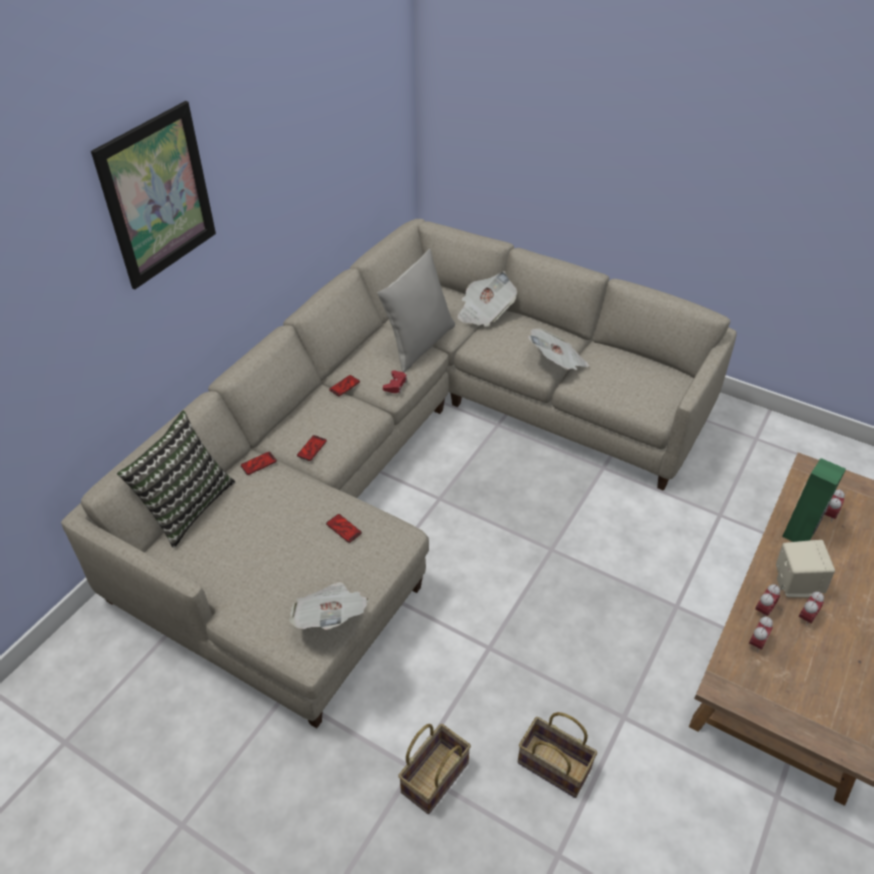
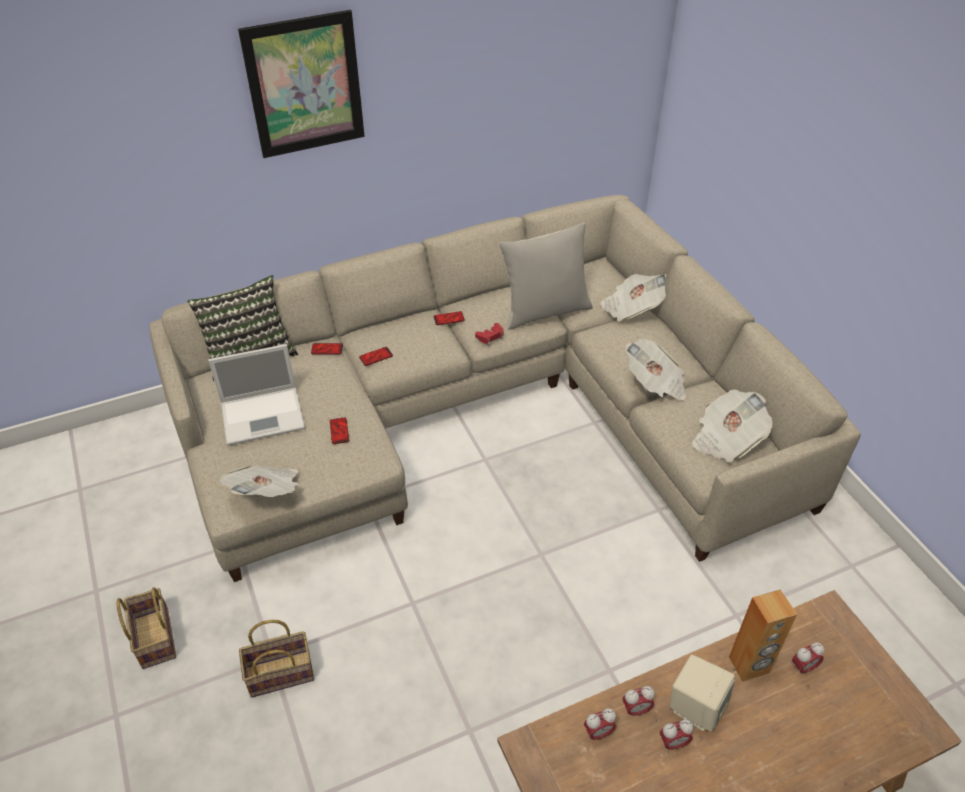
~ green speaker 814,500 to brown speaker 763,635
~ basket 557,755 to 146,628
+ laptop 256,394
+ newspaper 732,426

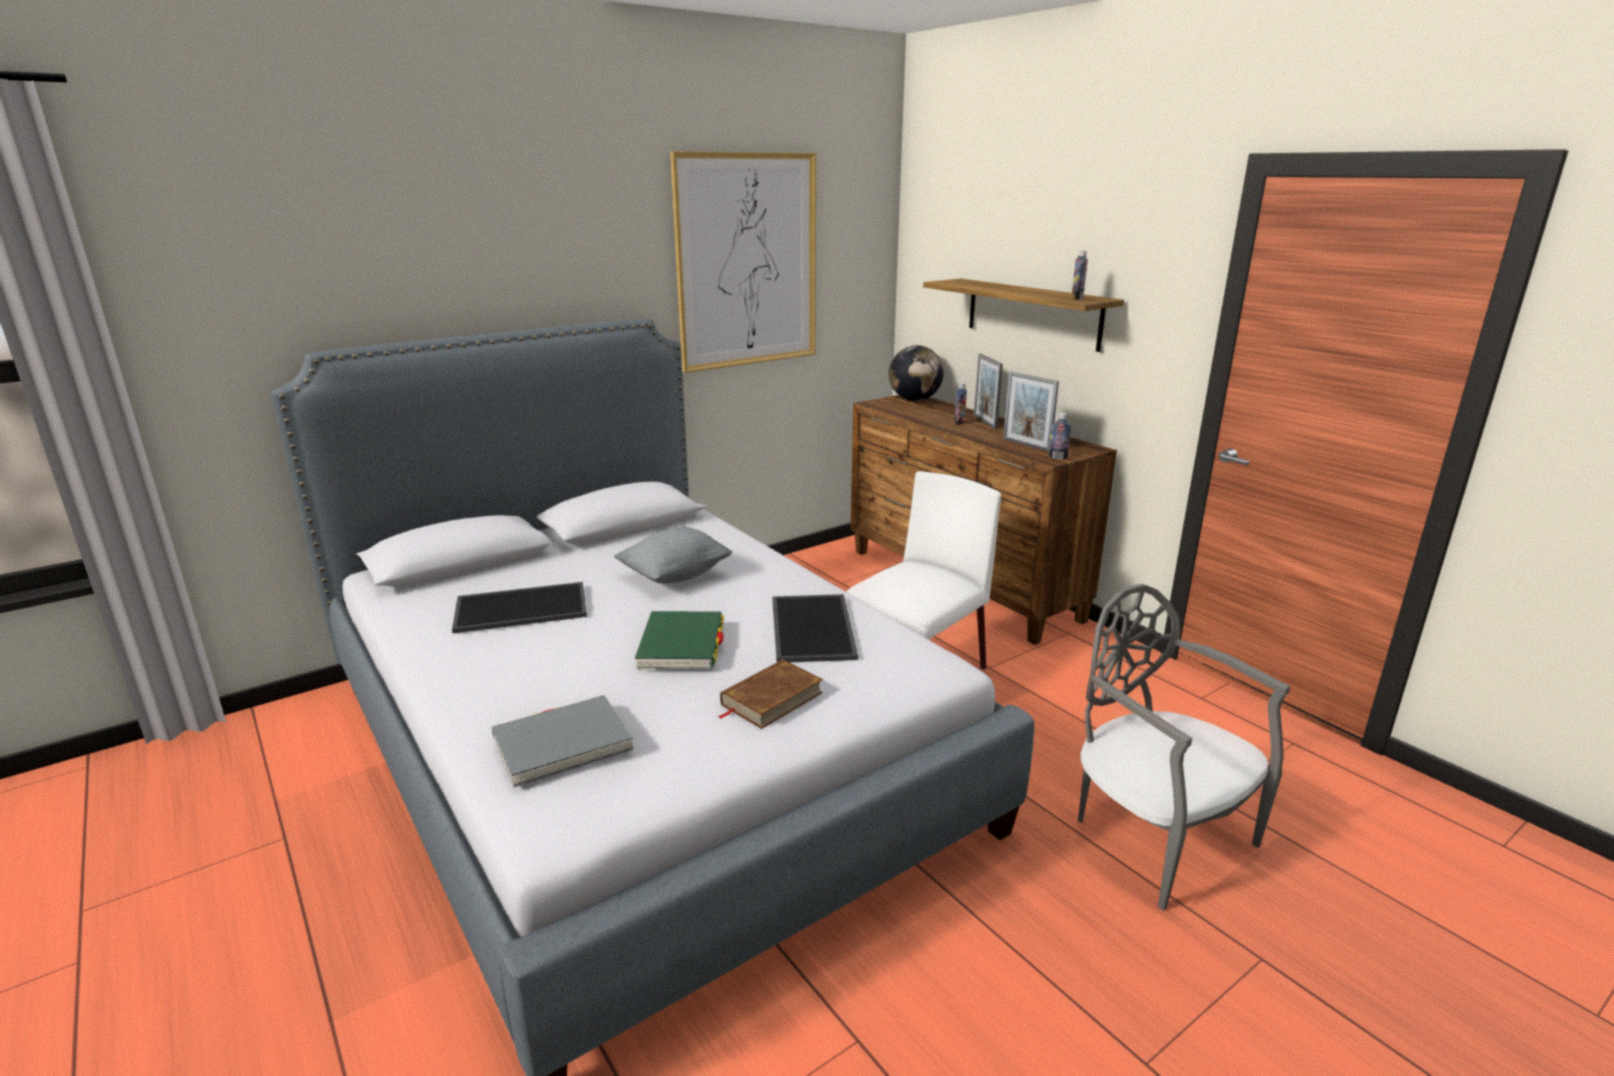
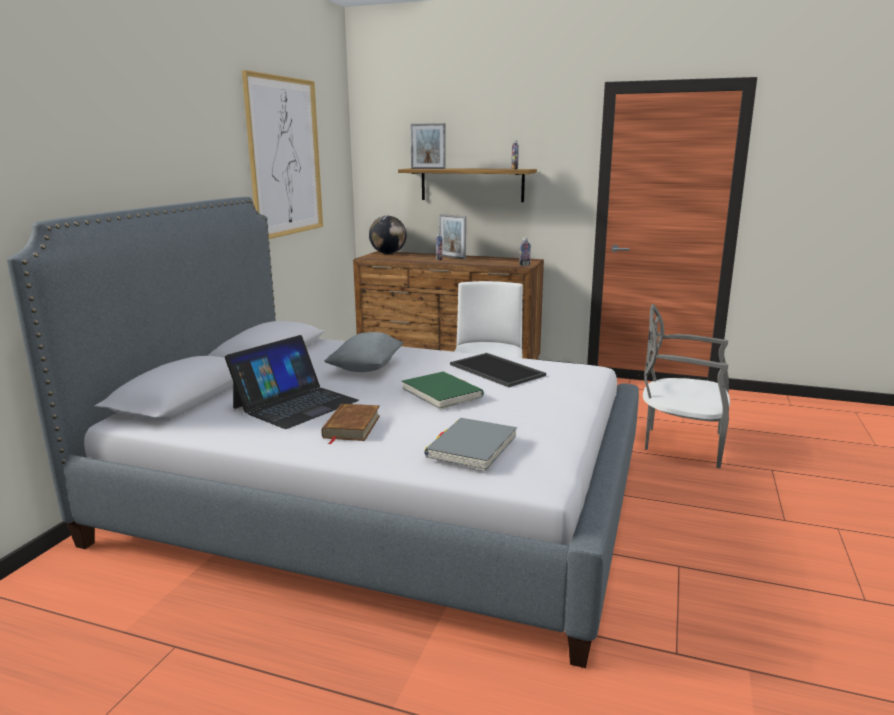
~ picture frame 1031,412 to 428,146
~ tray 519,607 to laptop 292,382
~ brown book 770,694 to 351,424

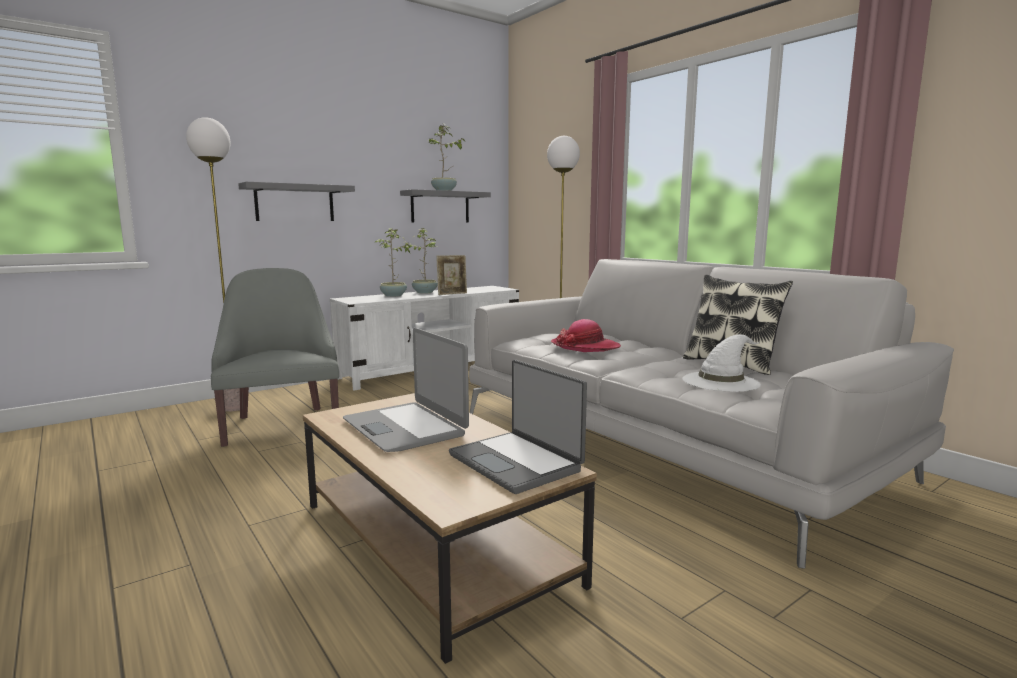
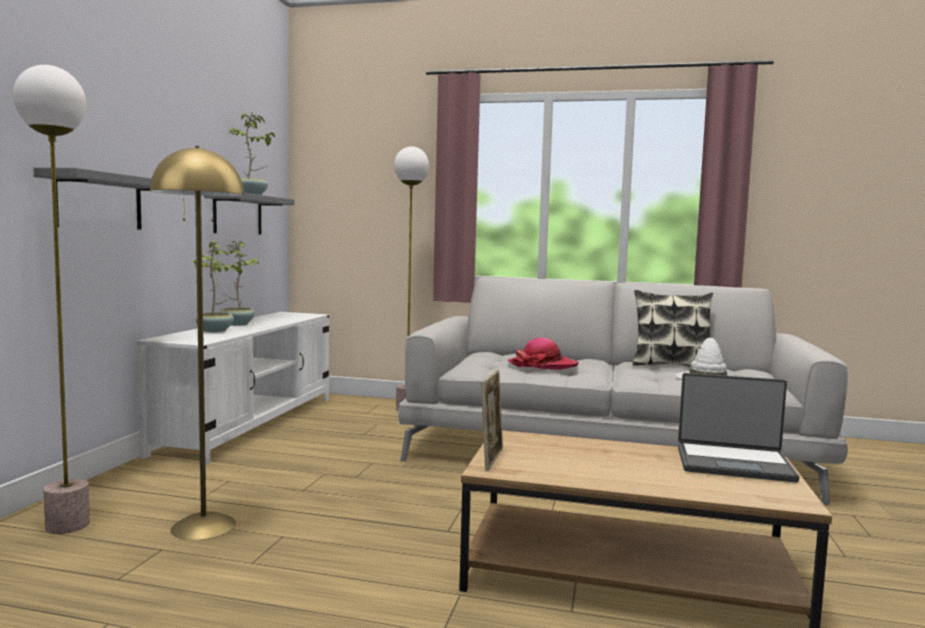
~ picture frame 451,275 to 492,420
~ grey armchair 275,357 to yellow floor lamp 197,343
- laptop 406,390

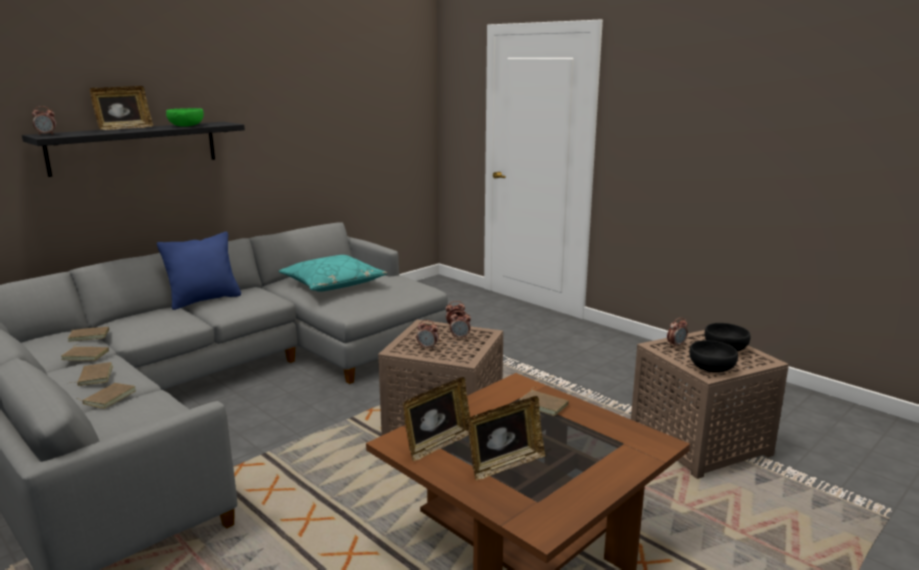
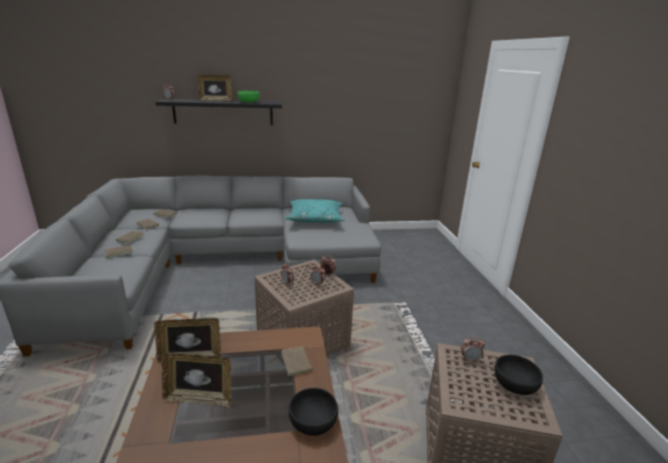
- blue pillow 199,271
~ black bowl 713,356 to 313,412

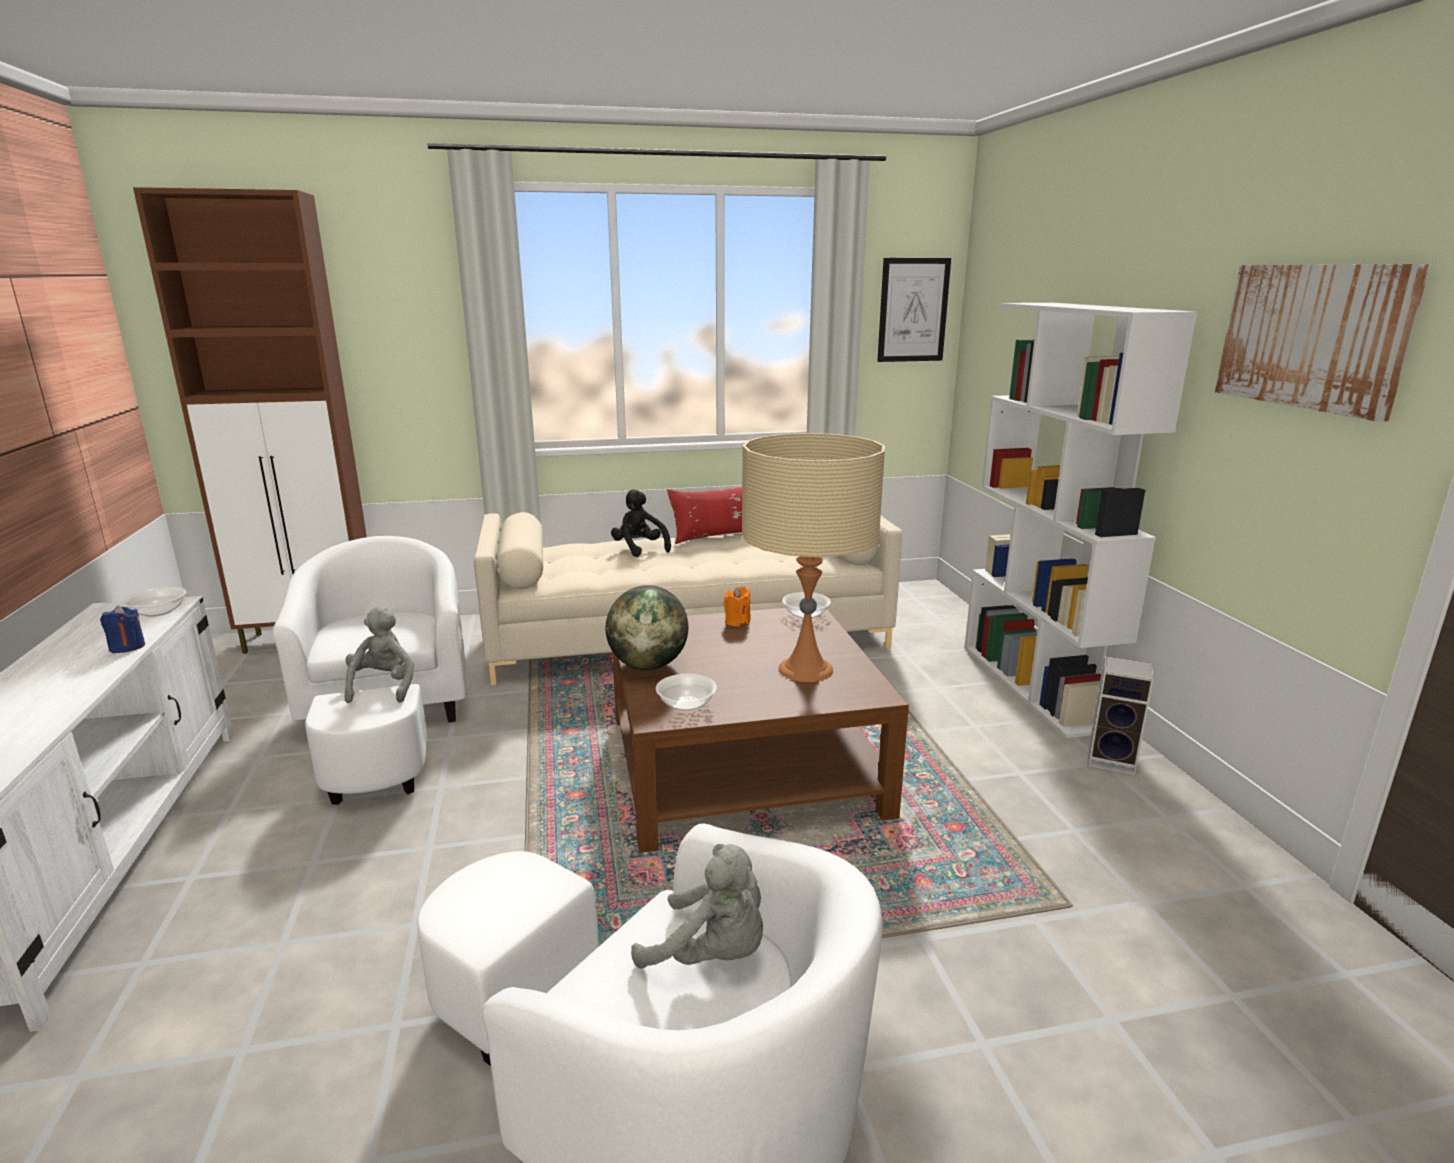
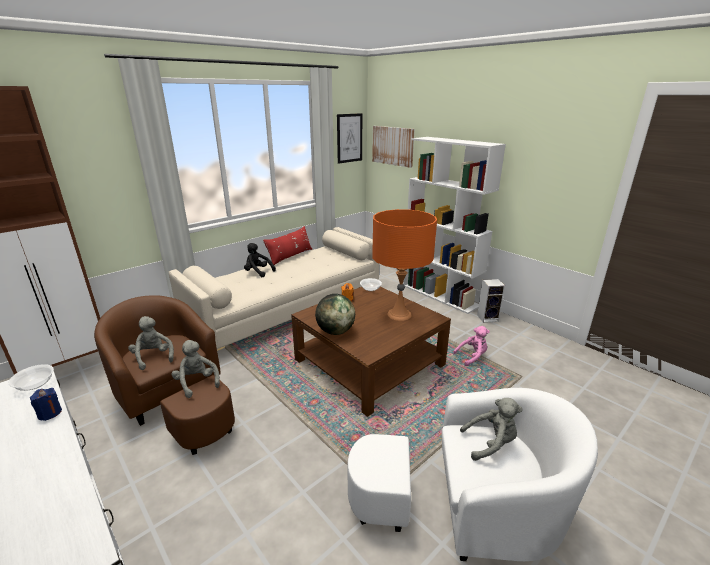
~ picture 1323,343 to 393,147
~ beige table lamp 813,557 to orange table lamp 404,265
~ white armchair 369,670 to brown armchair 164,375
- bowl 686,692
+ grey plush toy 151,343
+ pink plush toy 471,346

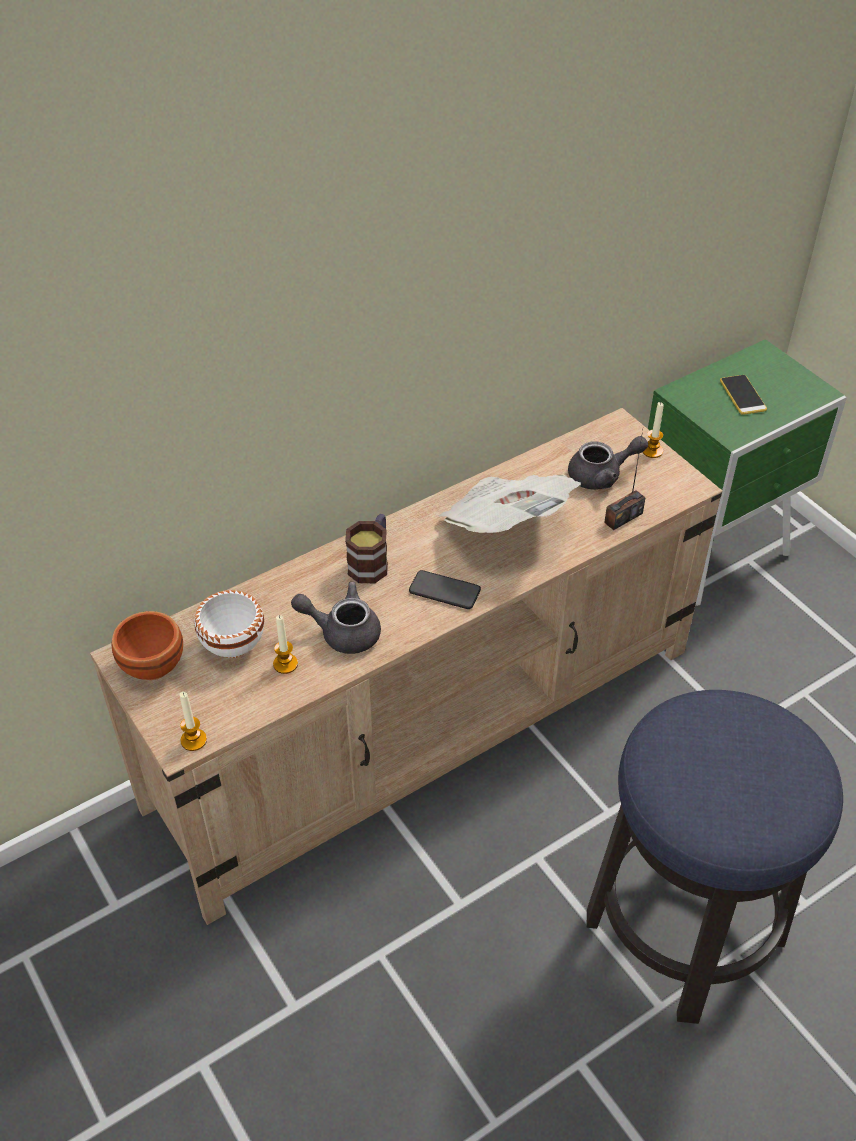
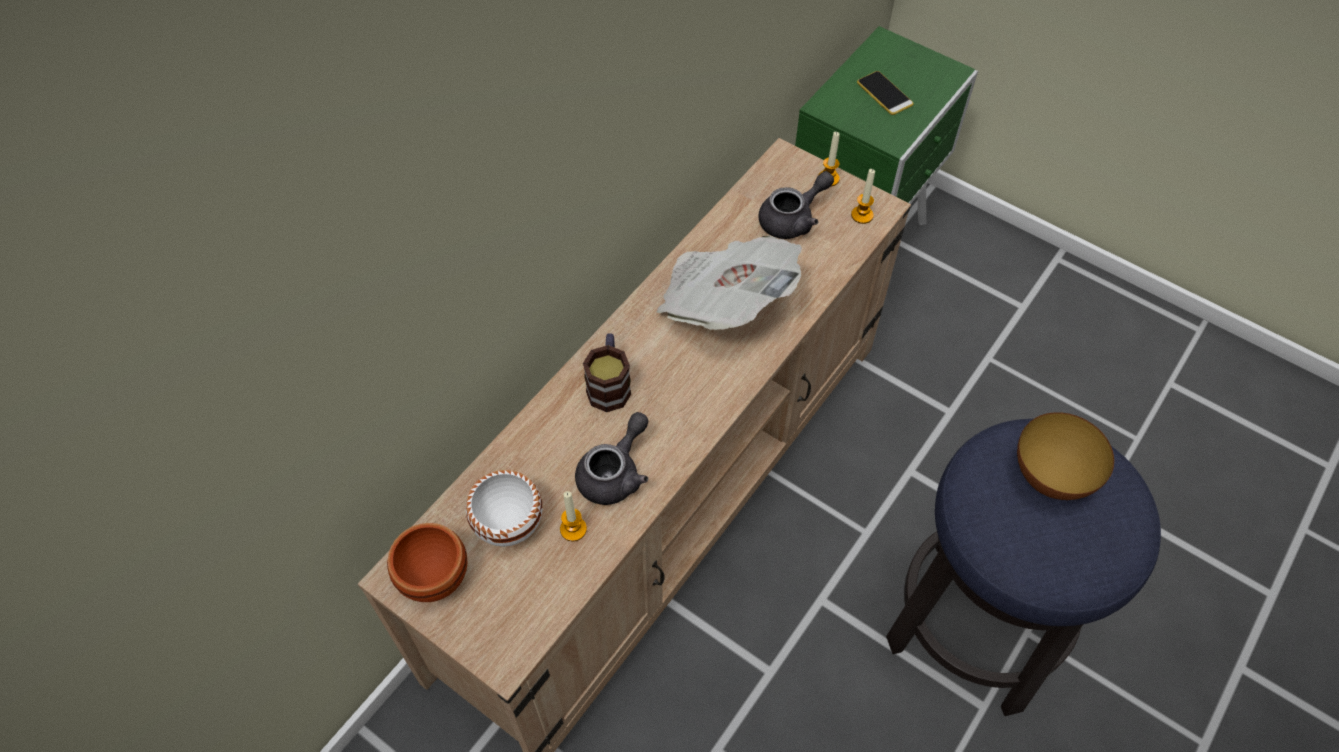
- radio 625,480
- phone 445,589
~ grey teapot 336,618 = 611,458 135 degrees clockwise
~ candle 193,721 to 863,196
+ bowl 1065,456

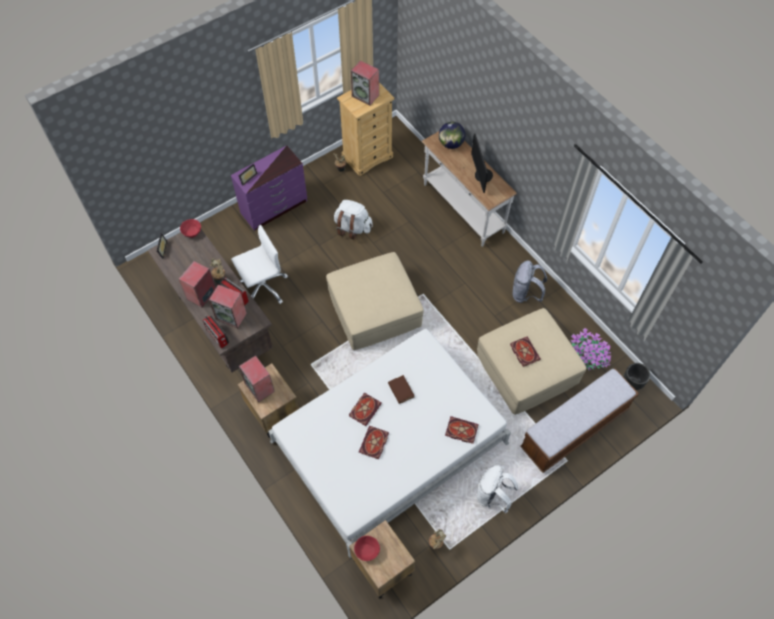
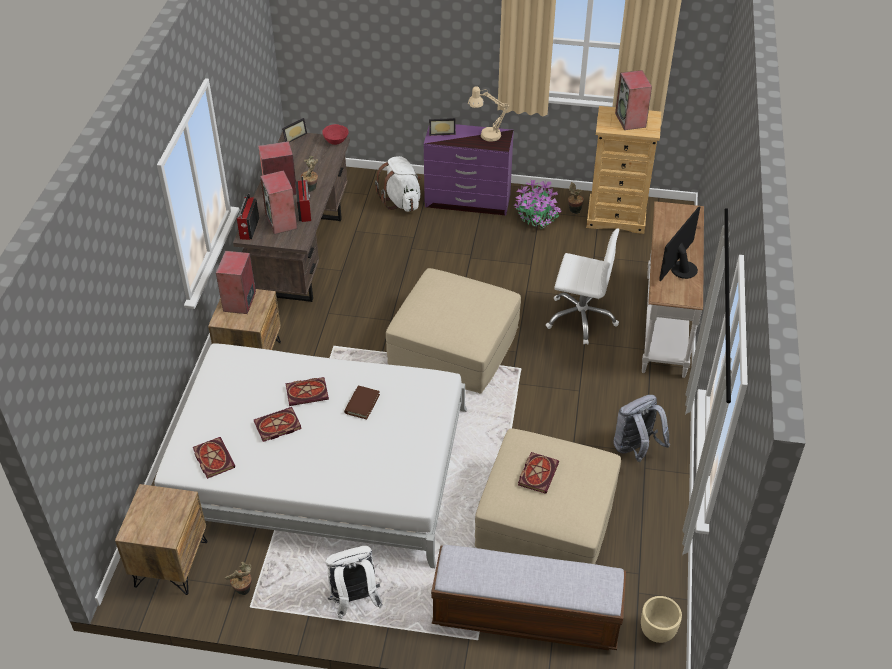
- globe 452,135
~ white backpack 353,220 to 398,184
~ white office chair 259,264 to 582,286
~ potted plant 590,349 to 537,203
~ black planter 637,376 to beige planter 661,619
~ book 462,430 to 214,458
- red bowl 367,548
+ beige table lamp 488,114

